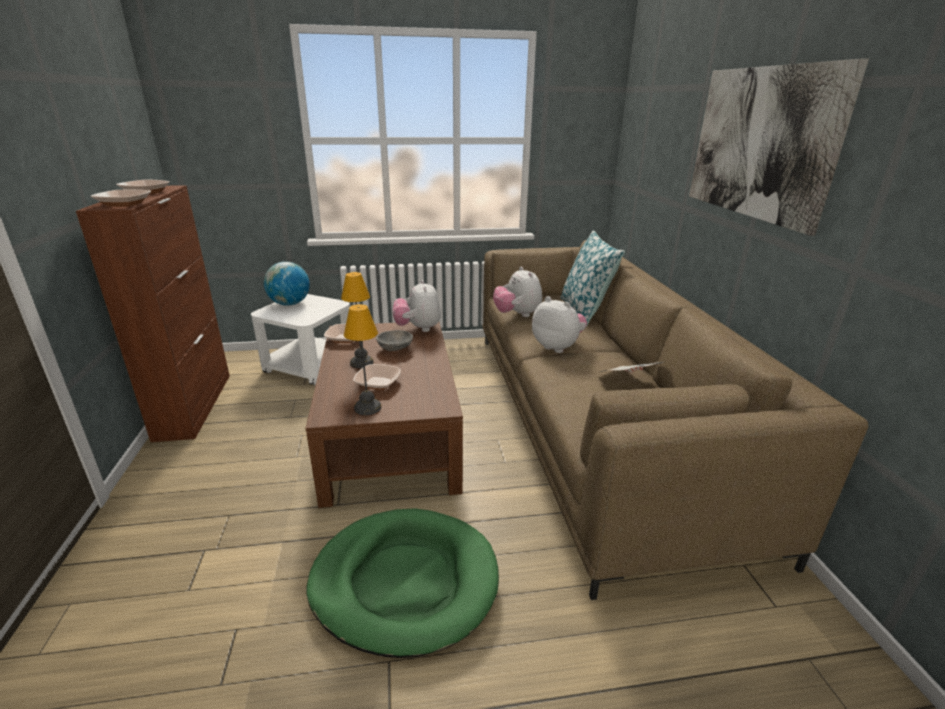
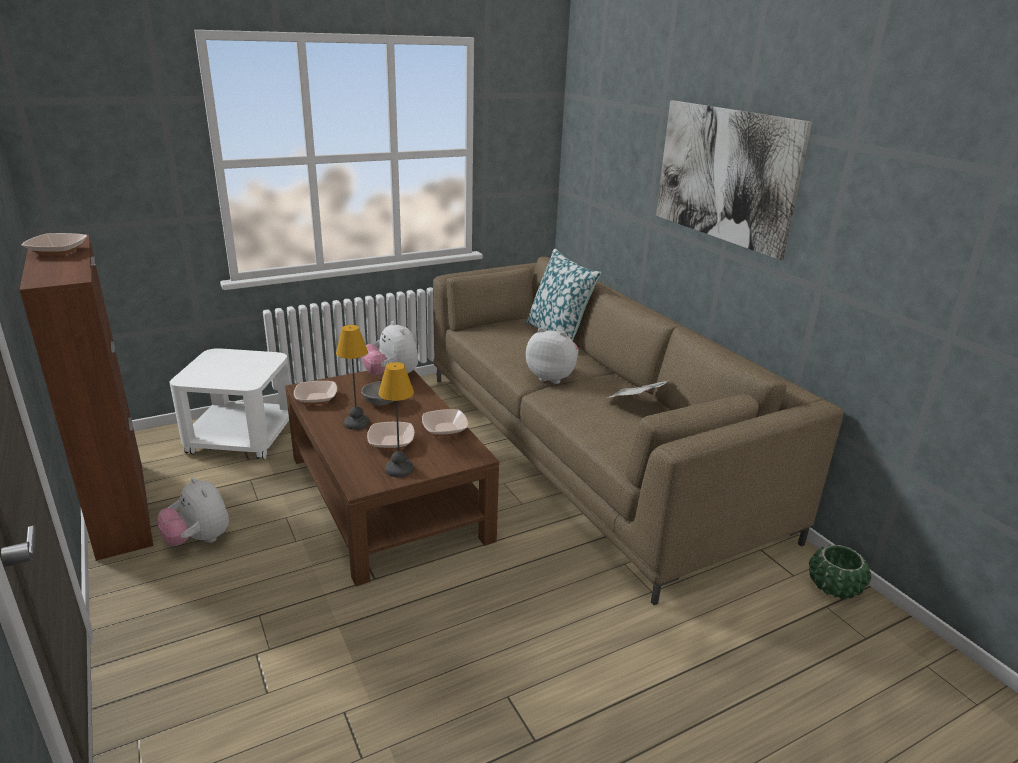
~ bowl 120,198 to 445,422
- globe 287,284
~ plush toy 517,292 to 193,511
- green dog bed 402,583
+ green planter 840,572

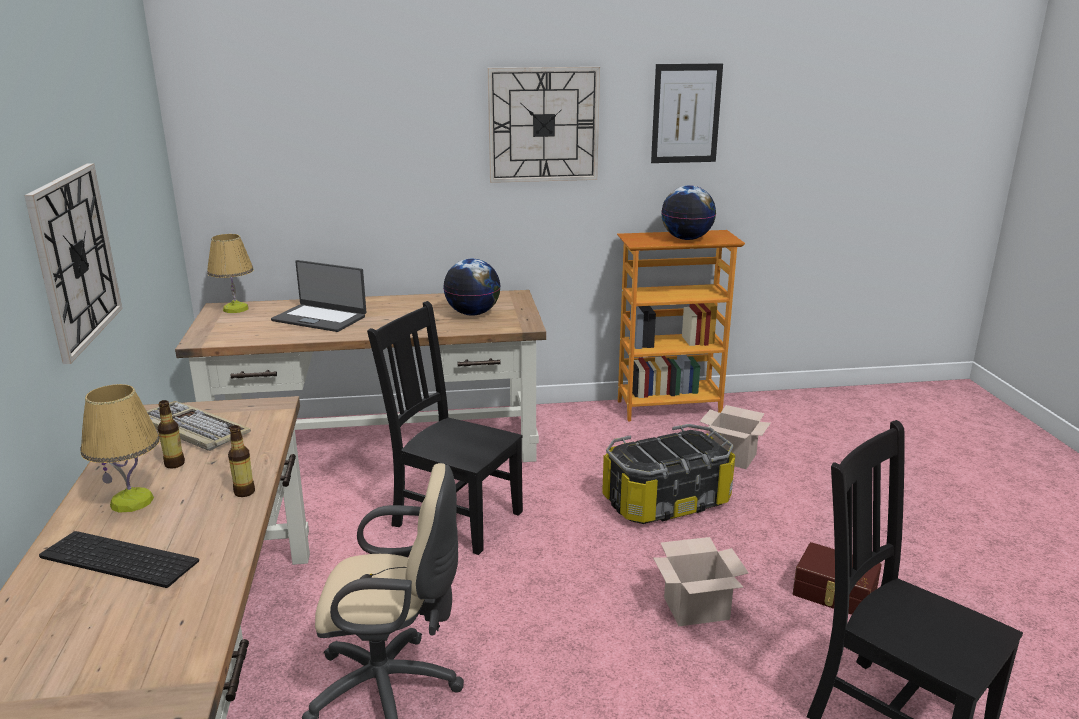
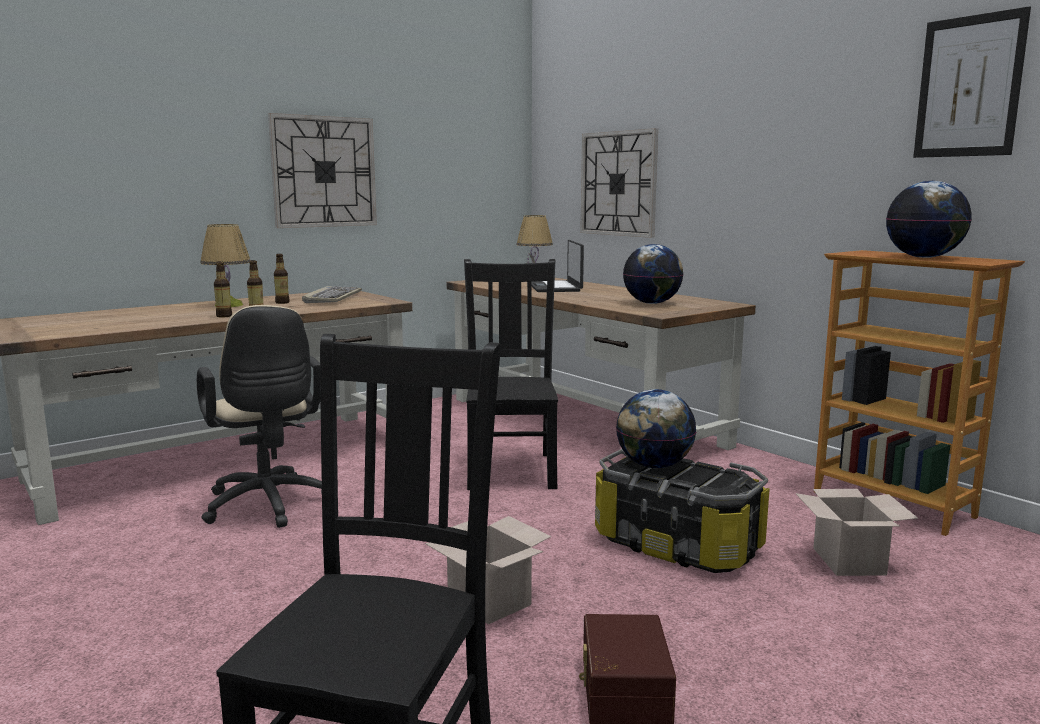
~ wall clock 543,125 to 619,183
- keyboard 119,559
+ bottle 223,289
+ globe 656,428

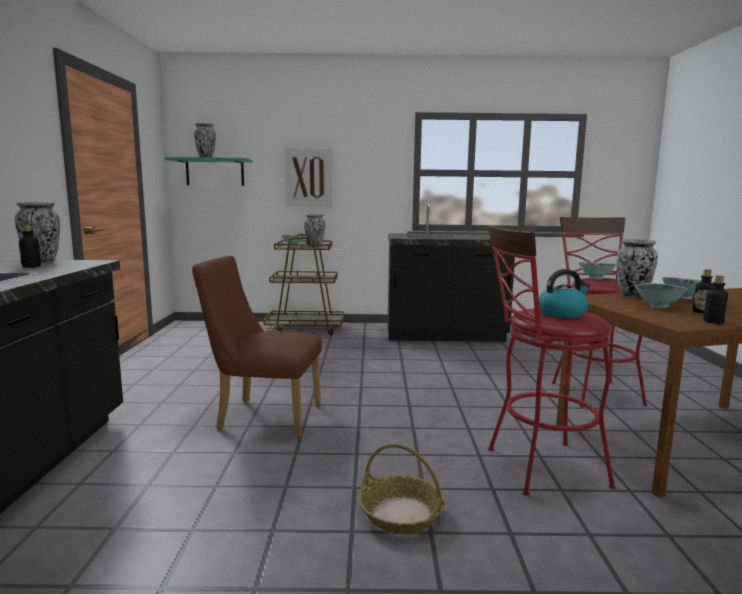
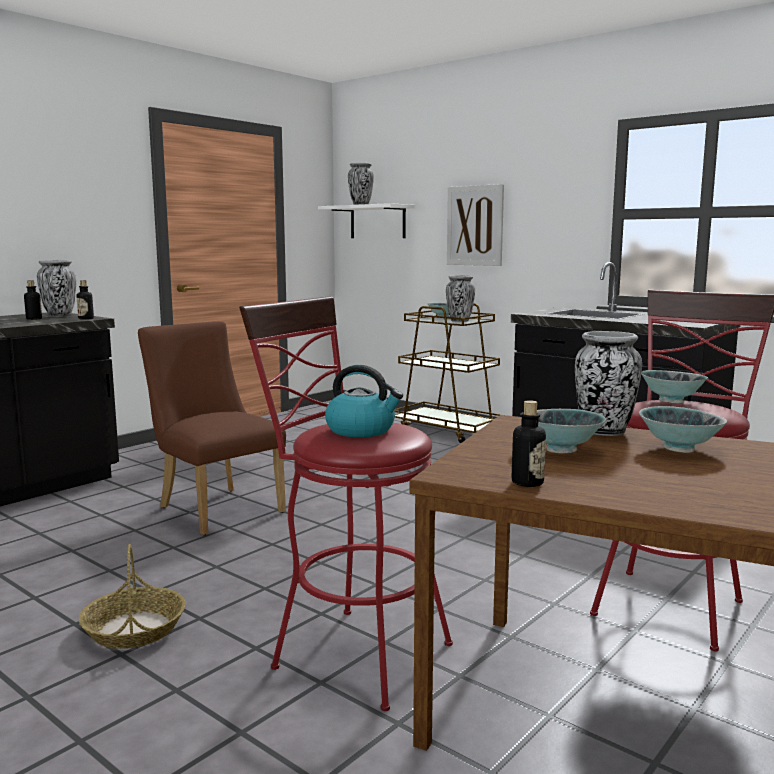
~ turquoise shelf 209,171 to white shelf 366,220
~ bottle 703,291 to 85,299

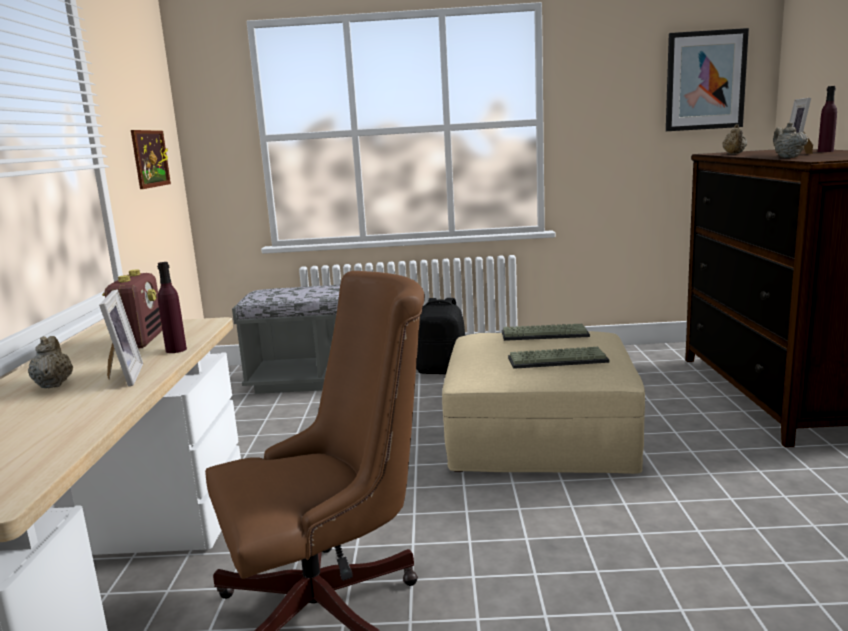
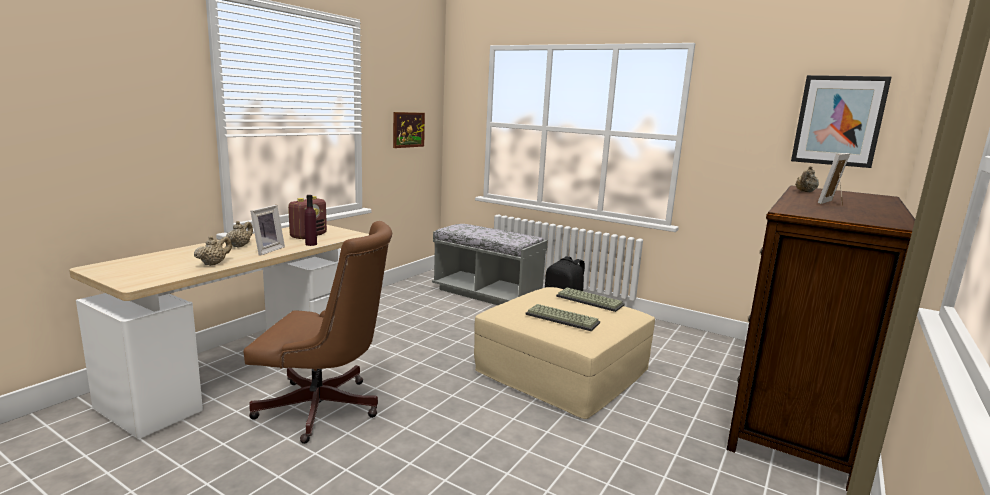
- purple bottle 827,119
~ beige teapot 790,140 to 213,251

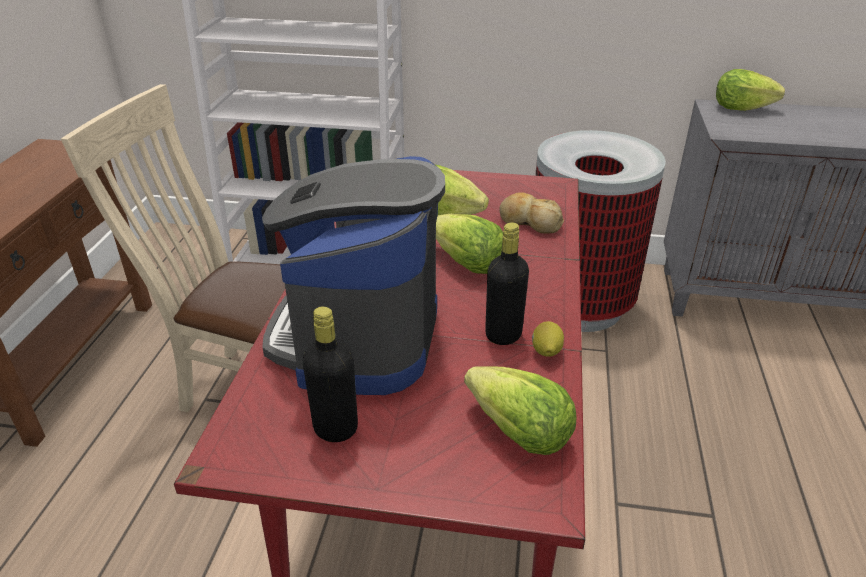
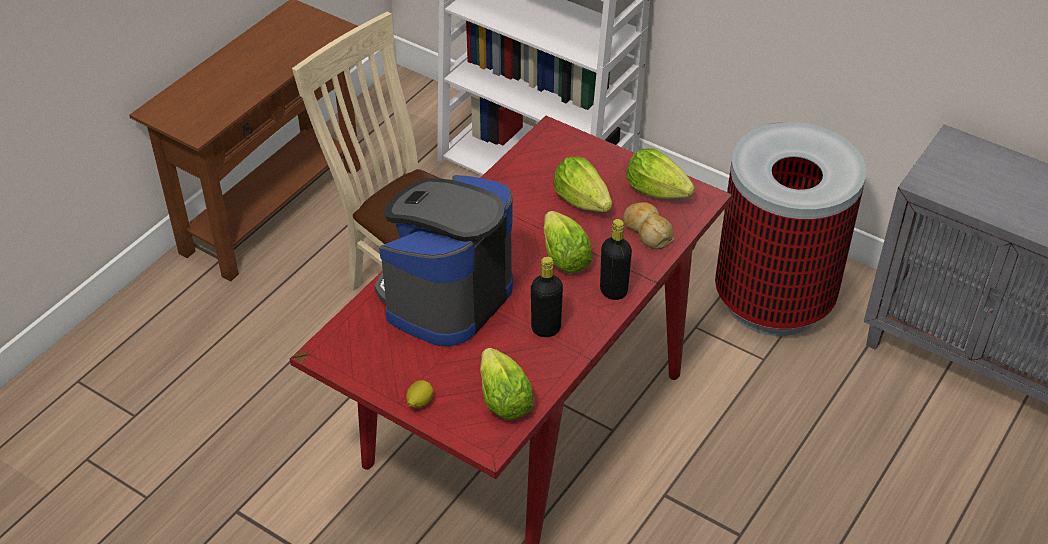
~ lettuce 750,90 to 661,173
~ black bottle 330,374 to 616,259
~ lemon 548,339 to 419,394

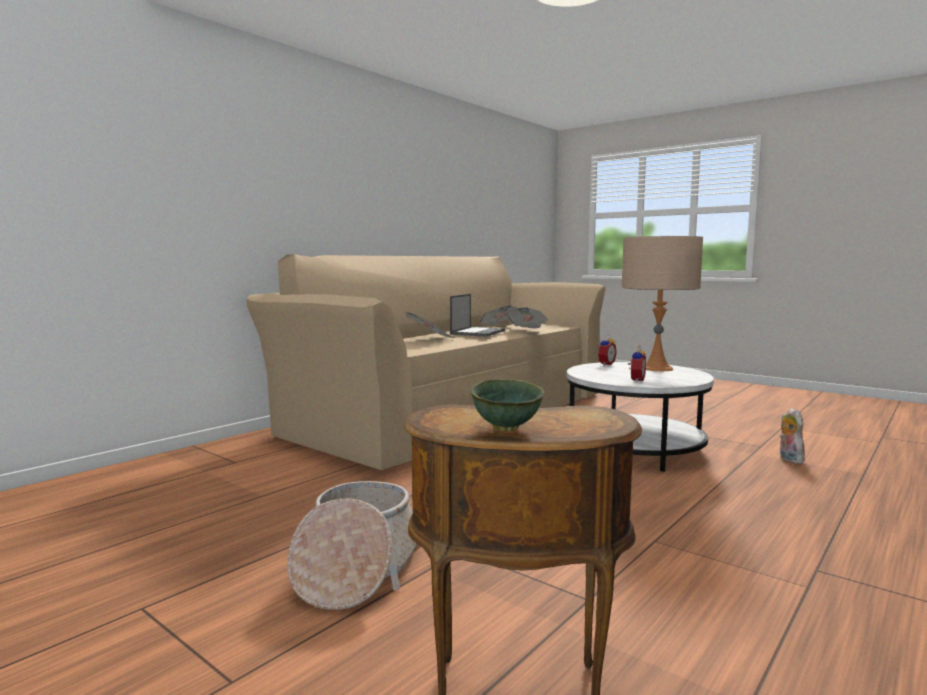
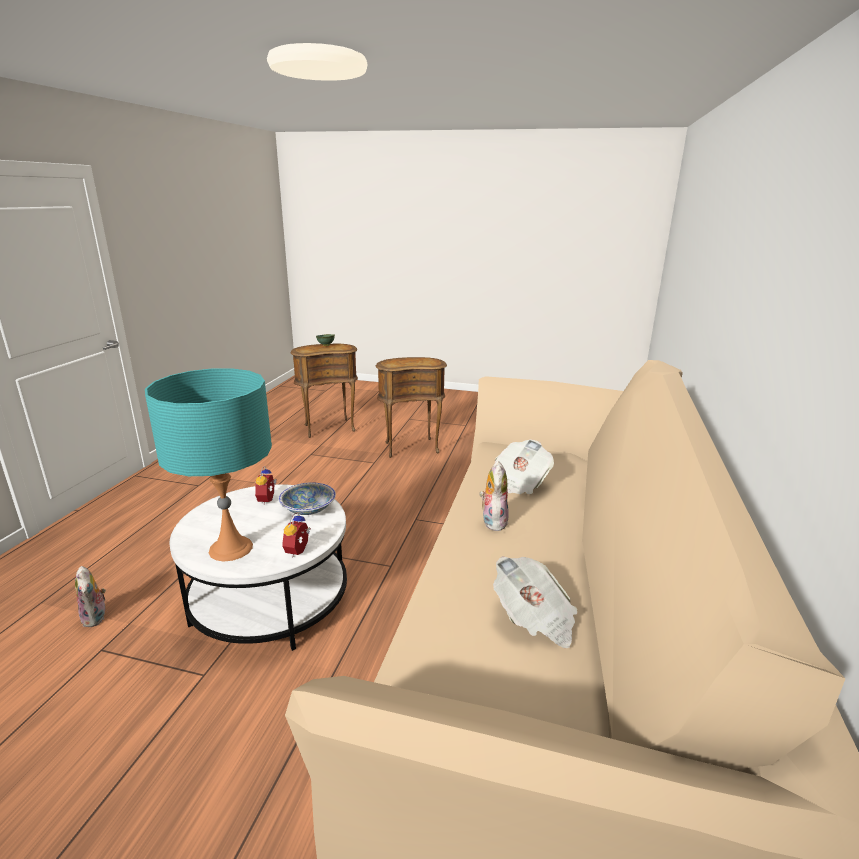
~ beige table lamp 662,303 to turquoise table lamp 208,464
~ laptop 477,315 to plush toy 494,496
- newspaper 526,317
~ basket 352,545 to brown side table 411,407
+ bowl 307,498

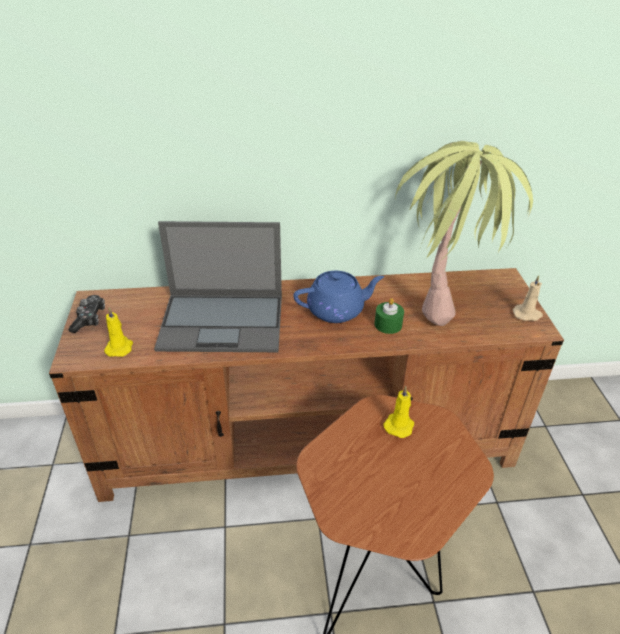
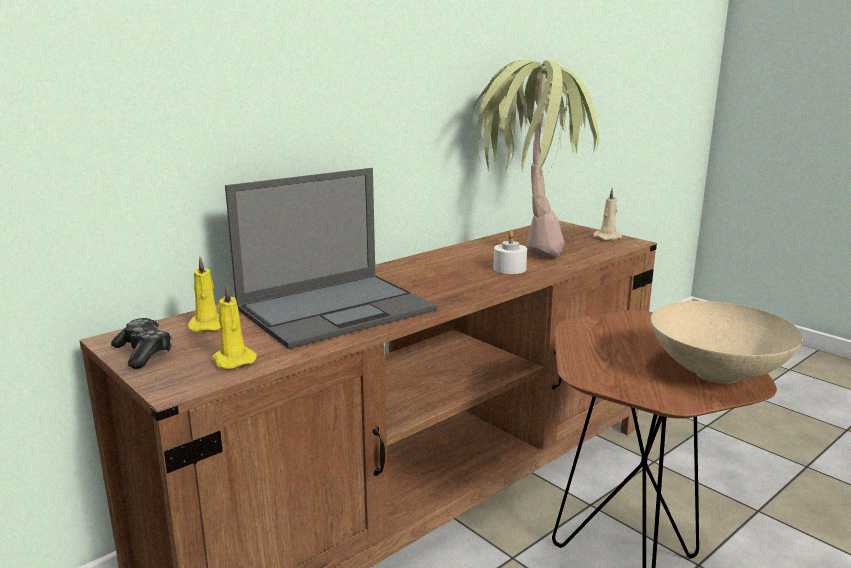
- blue teapot 338,297
~ green candle 389,316 to white candle 510,252
~ yellow candle 398,412 to 204,294
+ beige bowl 727,342

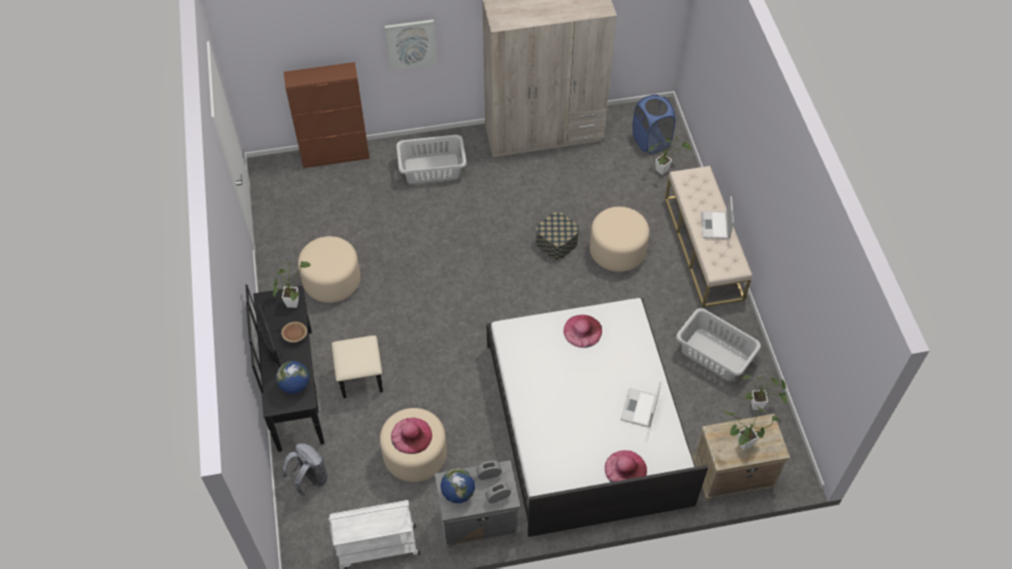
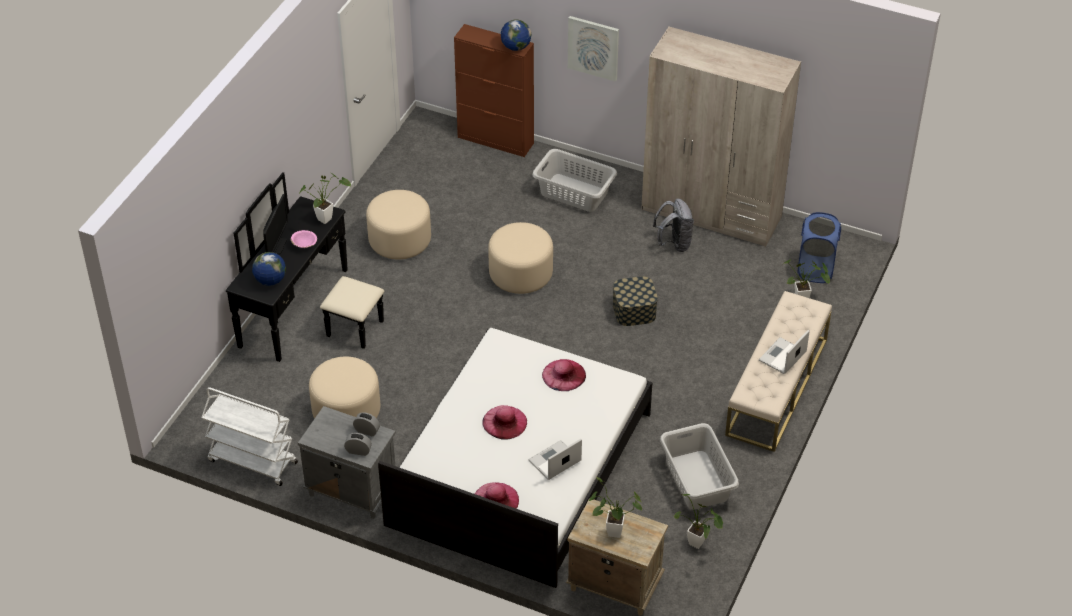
~ beige ottoman 620,239 to 520,258
~ brown bowl 294,332 to pink bowl 304,239
~ pink hat 411,435 to 504,422
~ grey backpack 305,469 to 673,225
~ globe 457,485 to 516,35

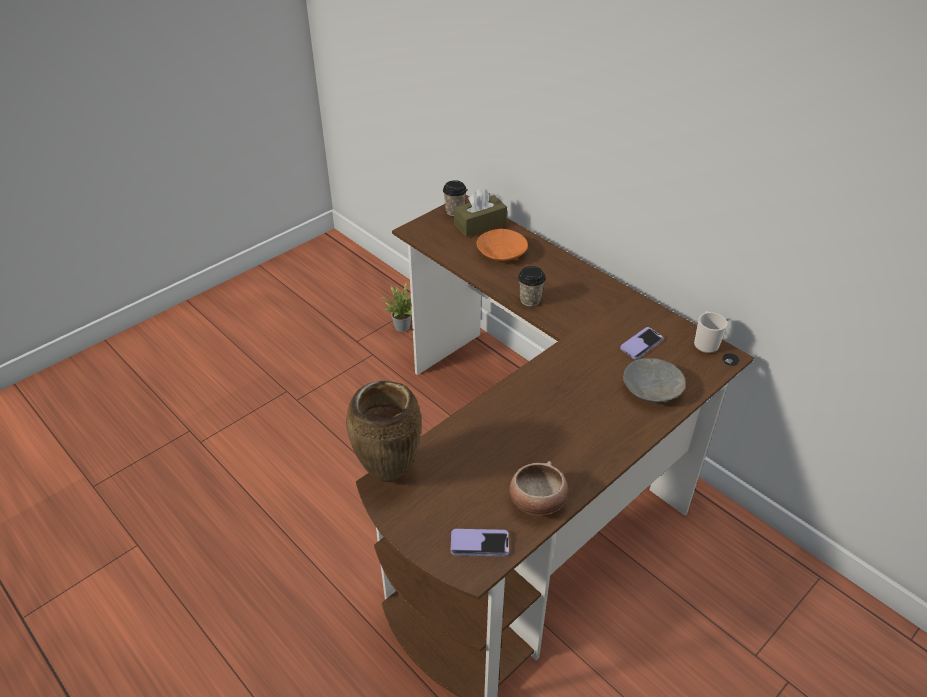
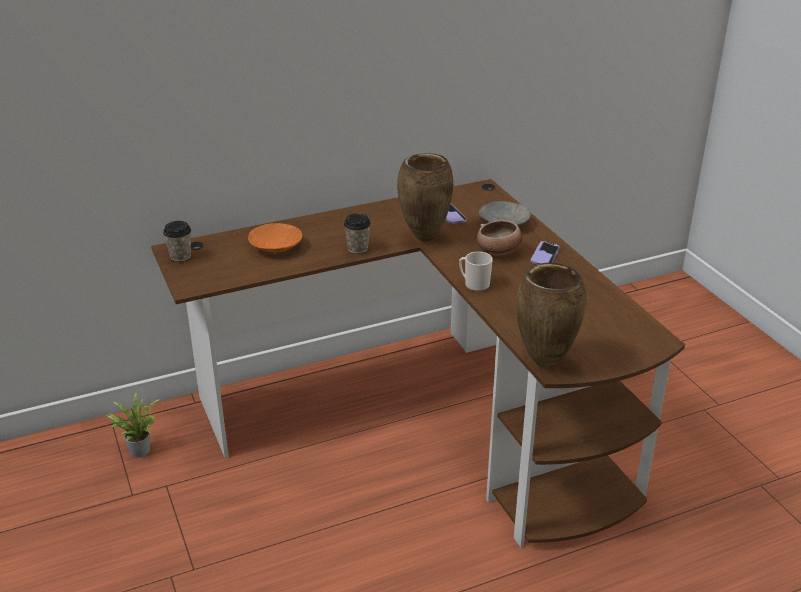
- brown tissue box 480,212
~ mug 710,332 to 476,272
~ bowl 539,488 to 499,238
~ phone 480,543 to 545,252
+ brown vase 425,197

